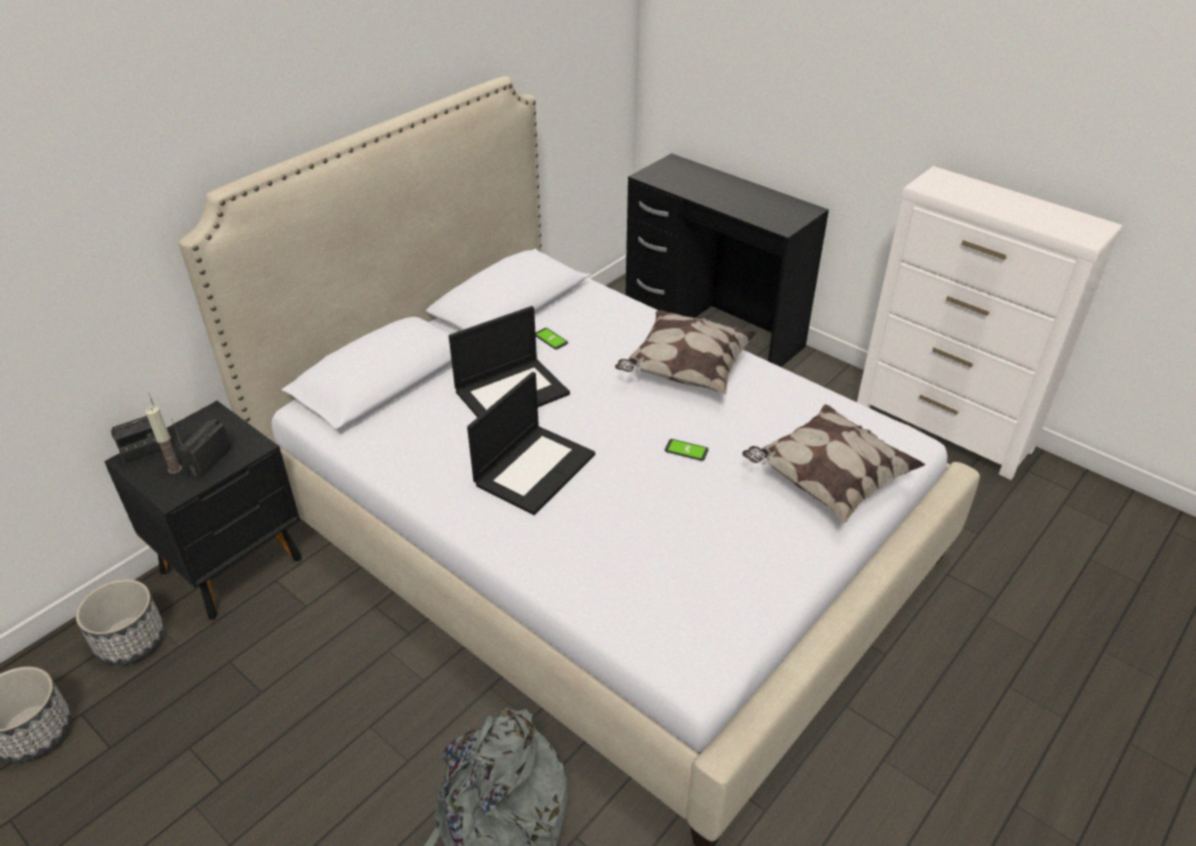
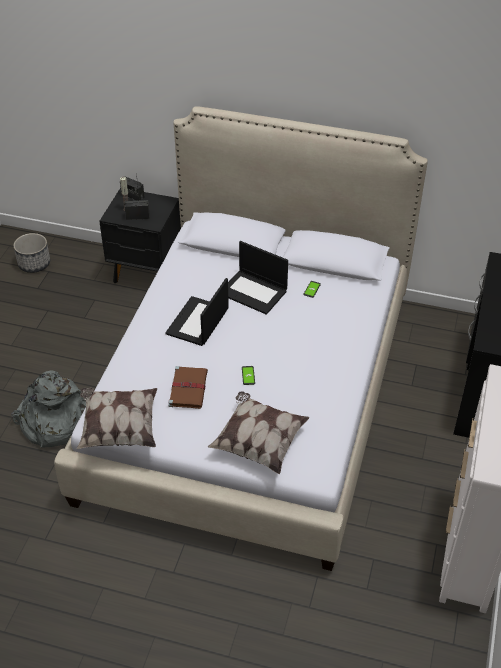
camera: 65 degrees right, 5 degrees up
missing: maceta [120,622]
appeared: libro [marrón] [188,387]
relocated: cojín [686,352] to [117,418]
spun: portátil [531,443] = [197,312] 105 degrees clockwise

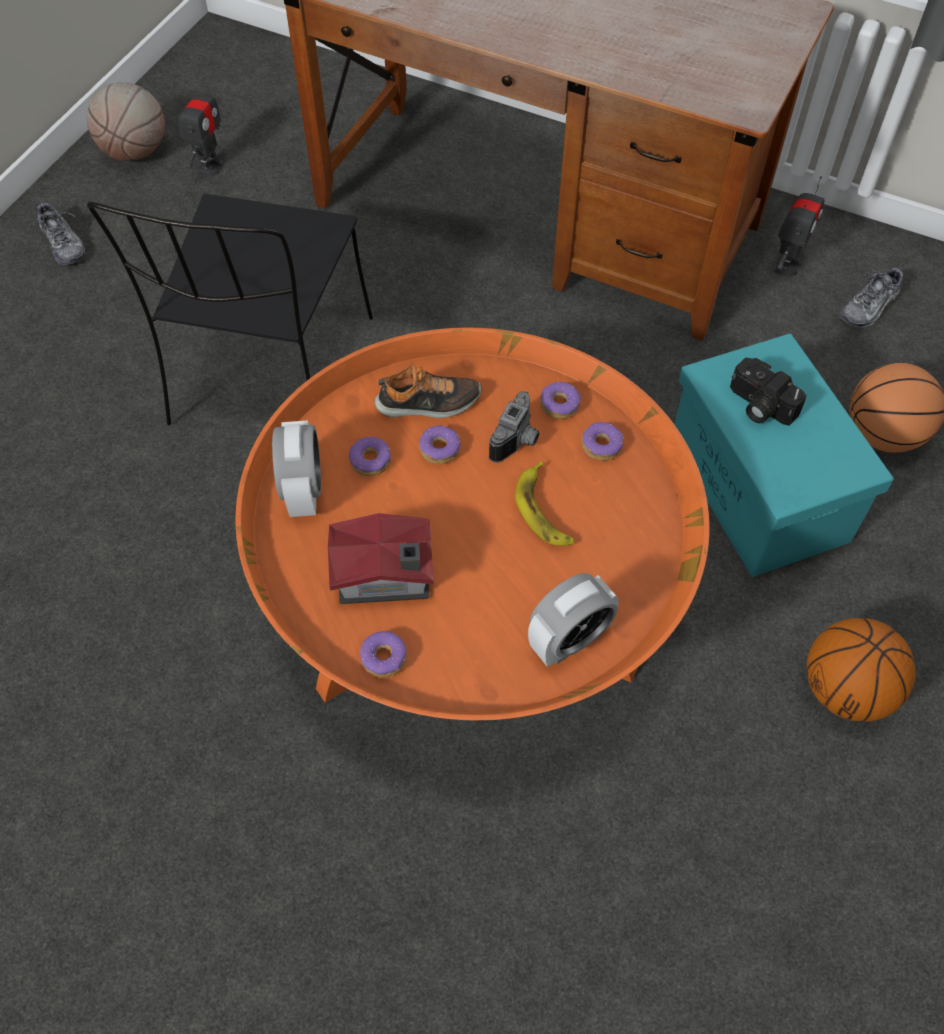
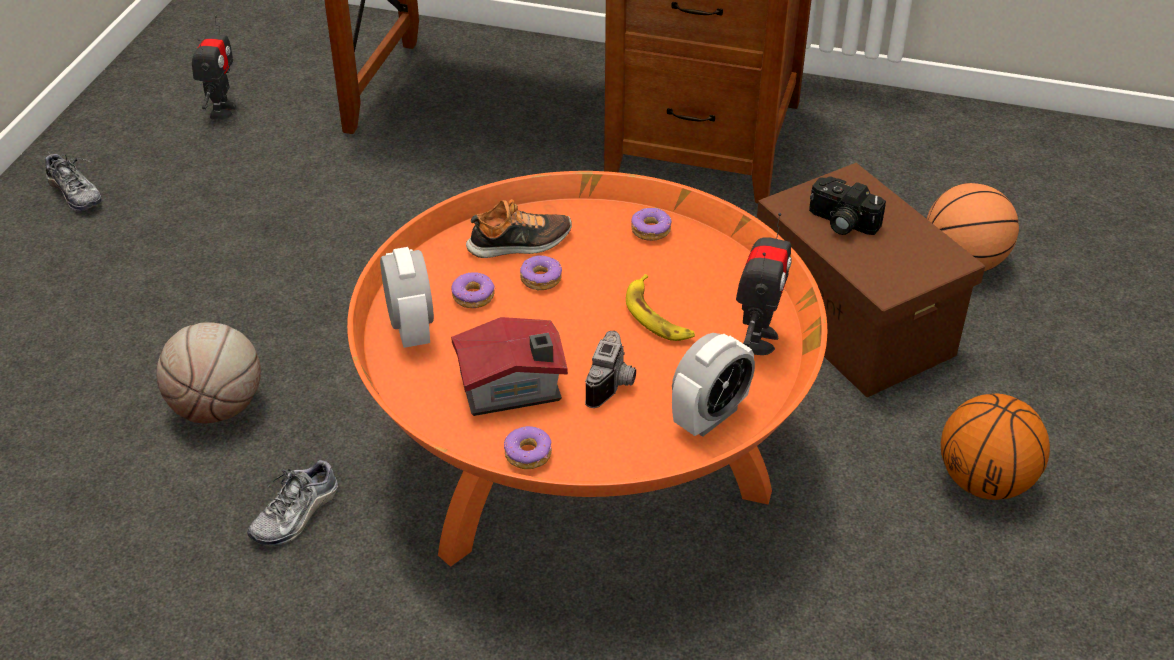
camera: 10 degrees left, 15 degrees down
missing: silla [negro] [230,309]; rosquilla [603,441]
relocated: balón de baloncesto [126,121] to [209,372]; cámara [514,427] to [610,369]; robot de juguete [799,226] to [764,284]; zapato [871,297] to [292,501]
colour: caja de almacenaje [turquesa] [784,455] to caja de almacenaje [marrón] [871,280]

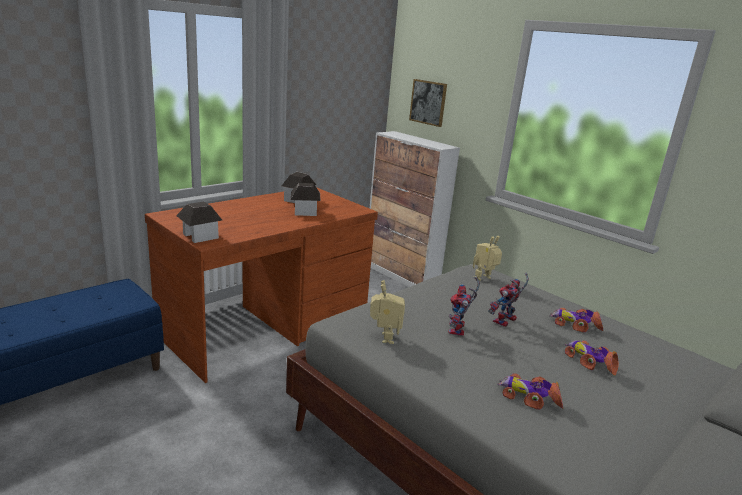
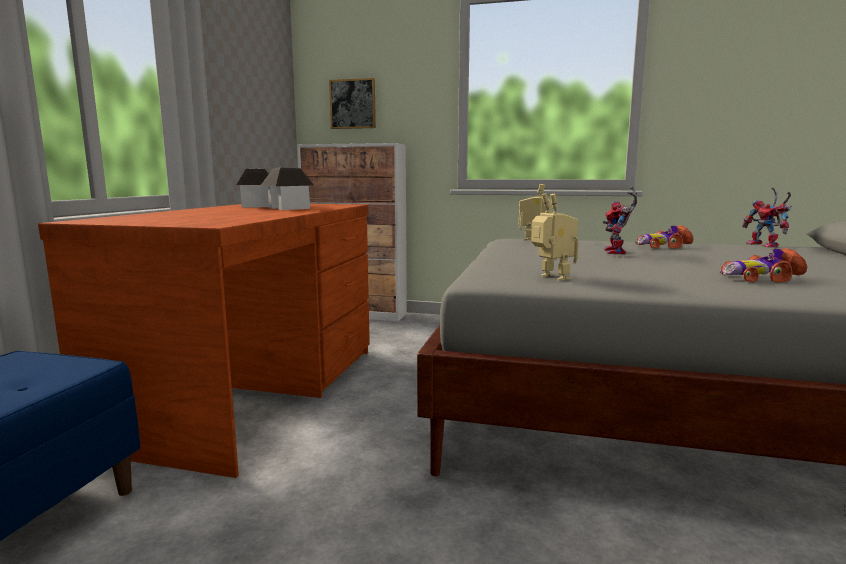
camera: 30 degrees left, 10 degrees down
missing: casita [199,222]; coche de juguete [592,357]
relocated: robot de juguete [464,306] to [767,217]

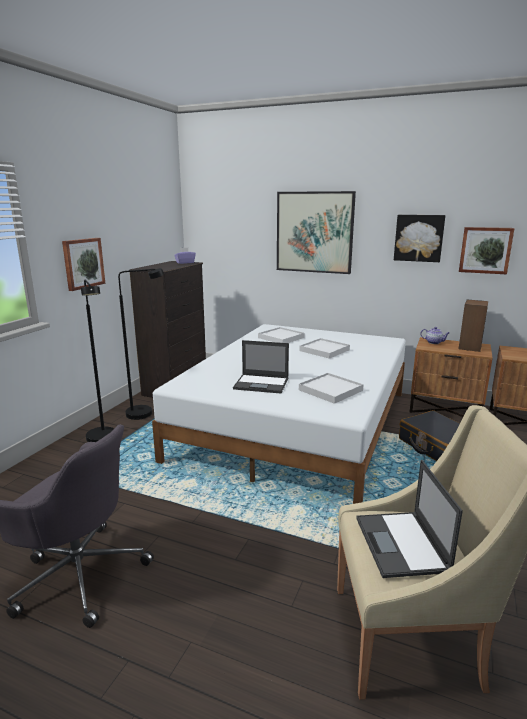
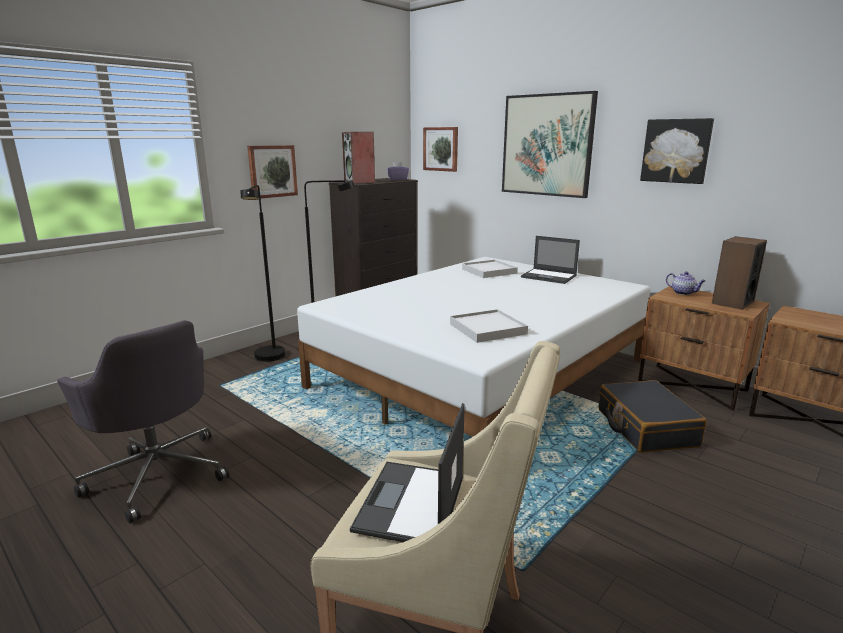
camera: 20 degrees right, 0 degrees up
missing: bandeja [blanco] [324,348]
appeared: altavoz [358,158]
relocated: portátil [261,367] to [550,260]; cuadro [487,250] to [440,149]

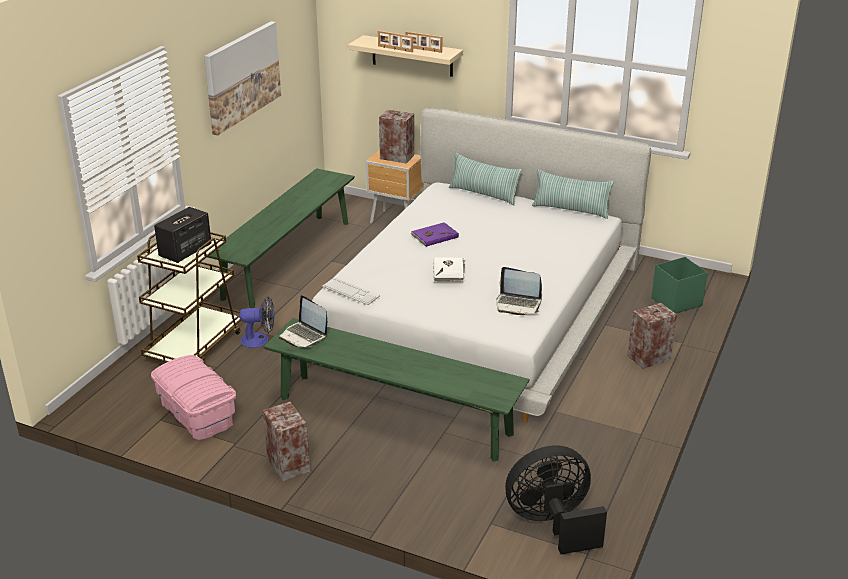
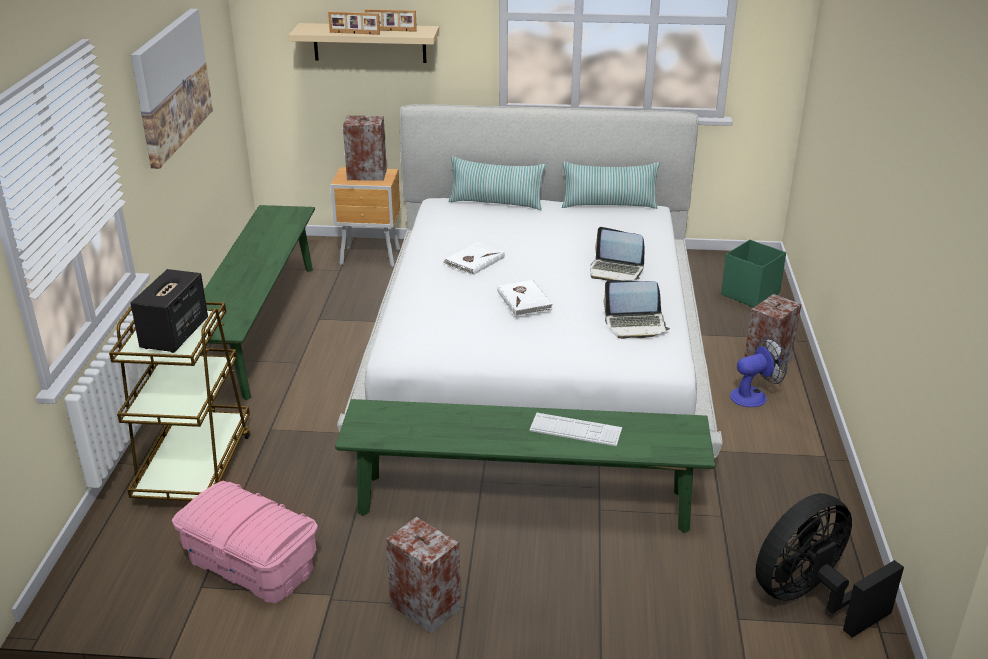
camera: 20 degrees left, 0 degrees up
relocated: ventilador [256,322] to [759,371]; portátil [303,321] to [617,254]; teclado [351,291] to [575,429]
colour: libro [morado] [435,234] to libro [blanco] [474,258]

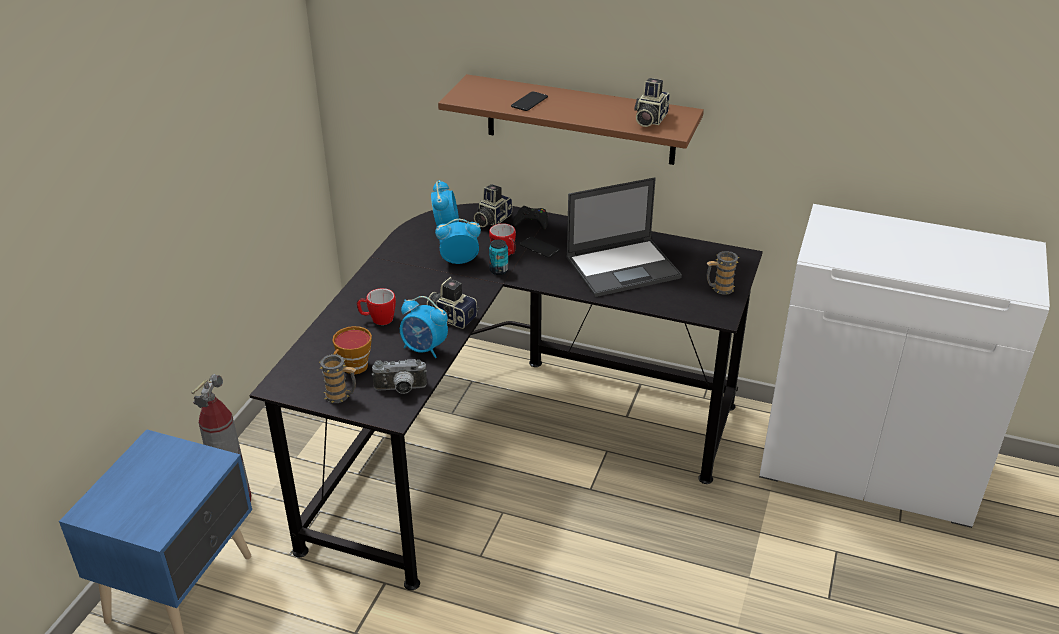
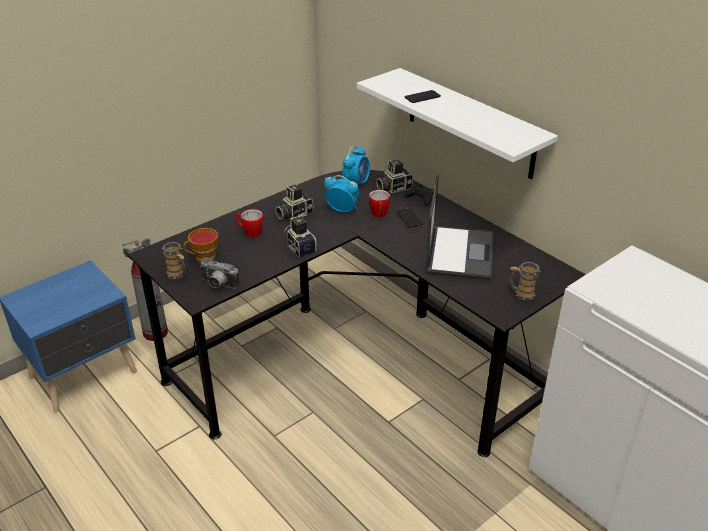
camera: 30 degrees right, 0 degrees up
missing: despertador [424,327]; lata [498,257]
relocated: cámara [652,102] to [294,202]
colour: estante [marrón] [571,119] to estante [blanco] [457,123]
spun: portátil [624,237] = [459,227] 90 degrees counterclockwise

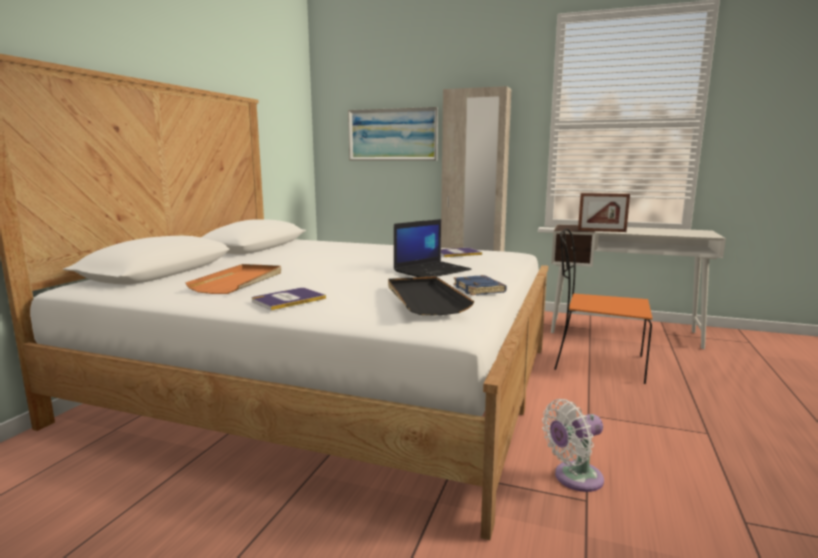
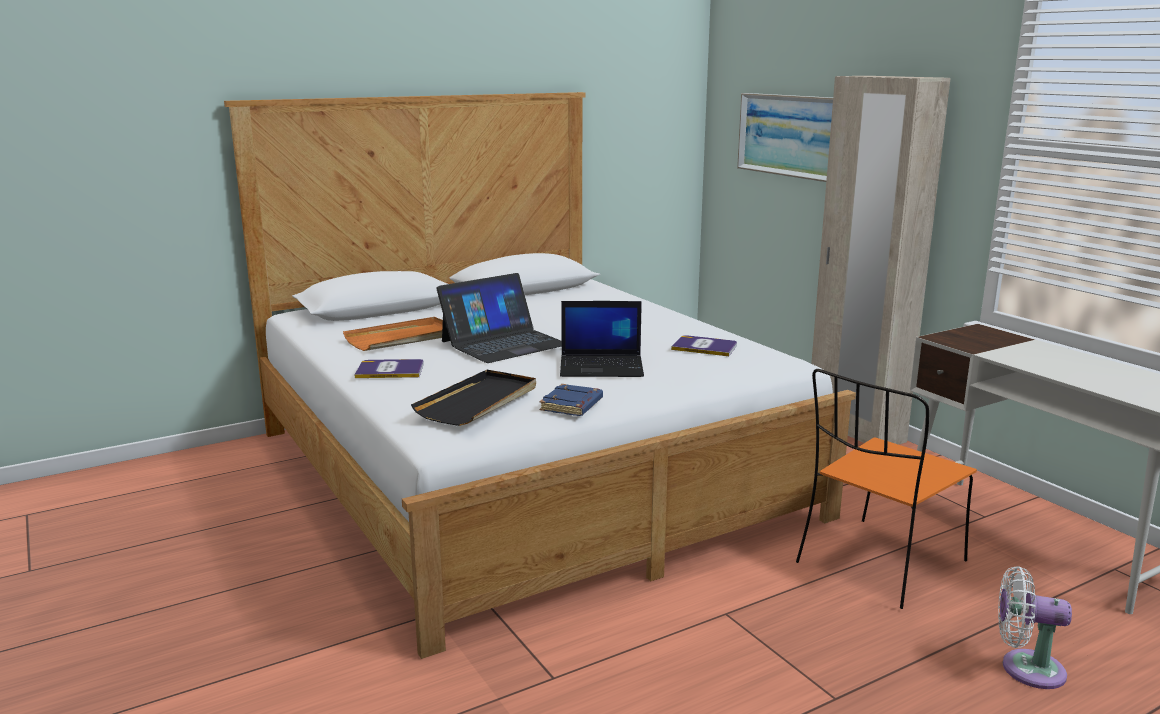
camera: 40 degrees right, 5 degrees up
missing: portarretratos [604,212]
appeared: portátil [499,318]
relocated: ventilador [blanco] [573,445] to [1035,627]
spun: silla [naranja] [603,306] = [886,489] 105 degrees counterclockwise

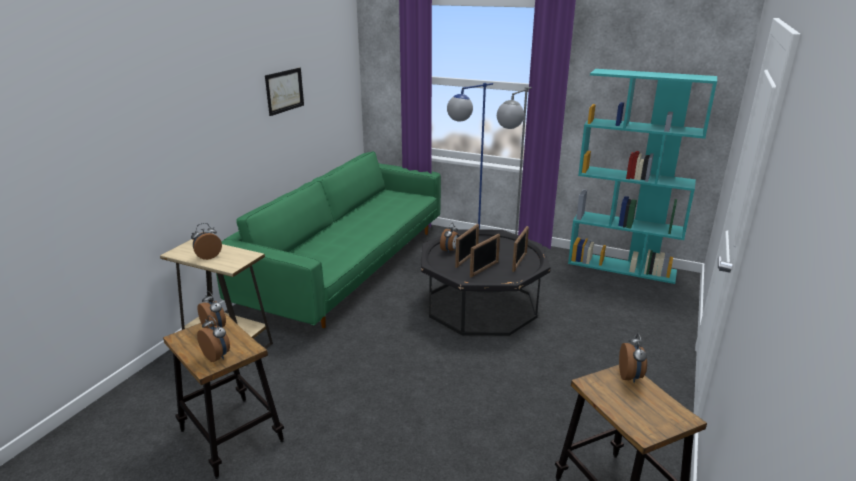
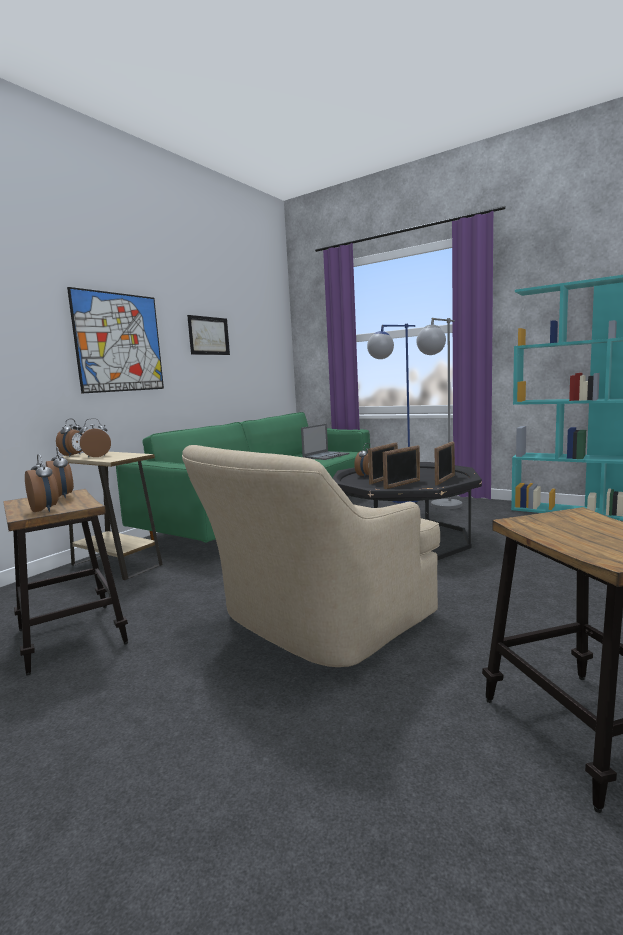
camera: 10 degrees right, 15 degrees down
appeared: cuadro [115,340]; sillón [beis] [311,556]; portátil [325,442]
relocated: despertador [633,358] to [69,438]

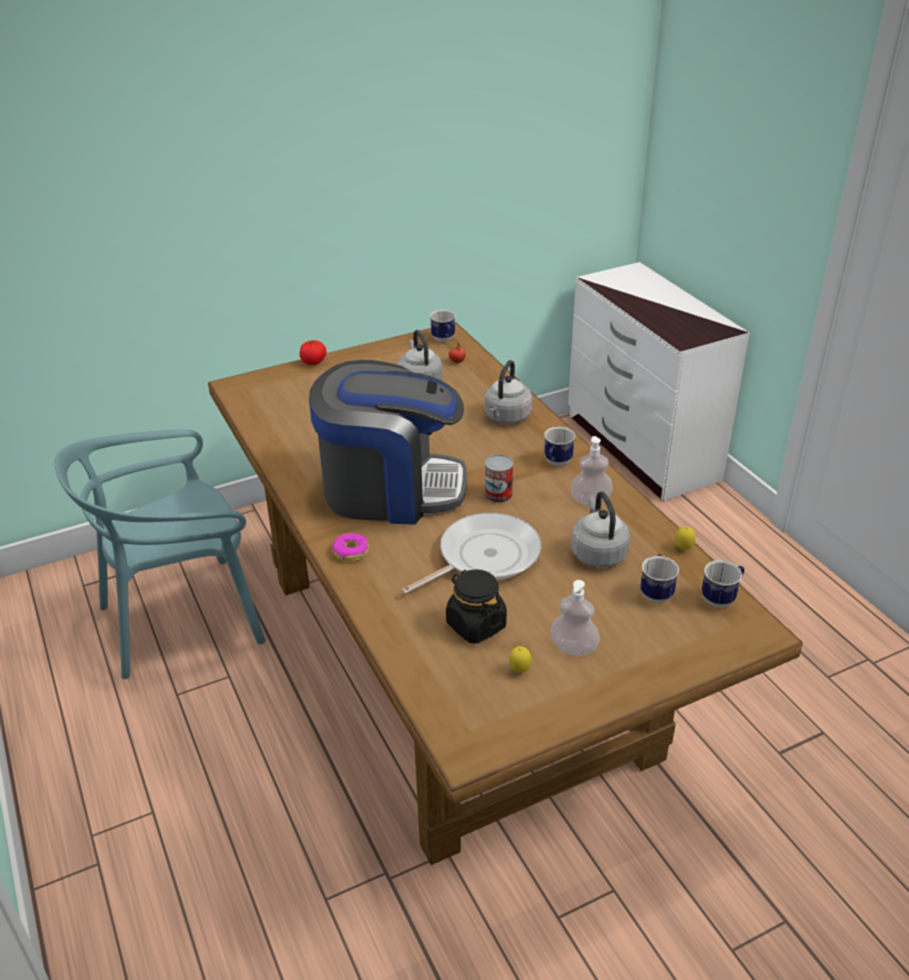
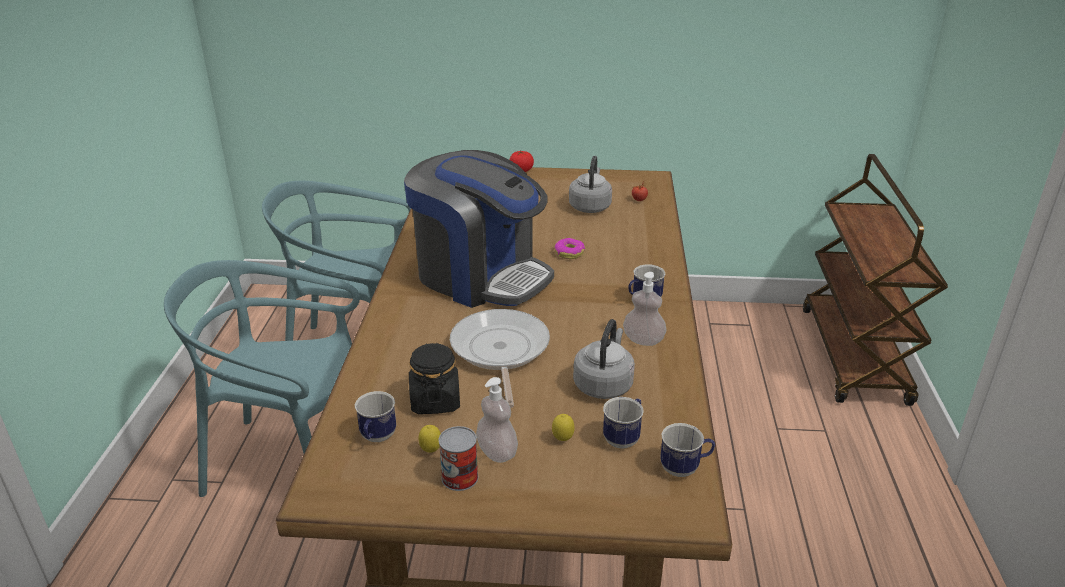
camera: 30 degrees right, 5 degrees down
missing: hervidor [gris] [508,392]
appeared: silla [turquesa] [262,378]
relocated: rosquilla [350,547] to [569,248]; taza grande [442,326] to [375,416]; lata [499,478] to [458,458]; limón [685,538] to [563,427]
exchanged: cómoda [blanco] [659,381] to carrito [marrón] [875,280]
spun: sartén [471,553] = [500,358] 90 degrees counterclockwise

